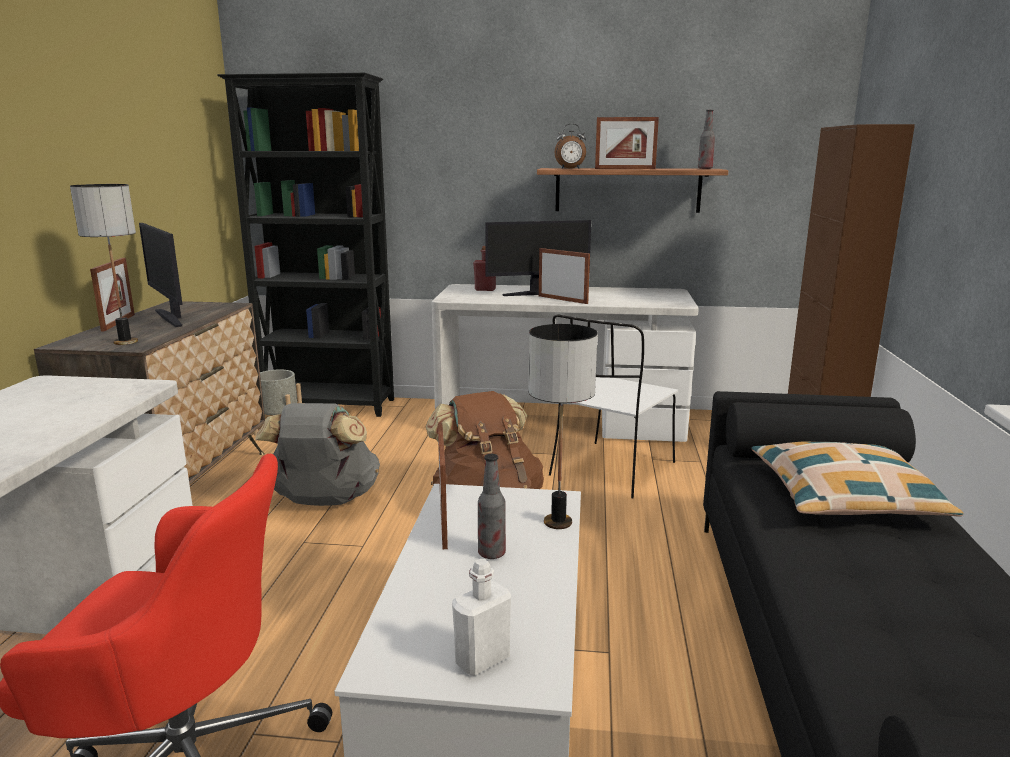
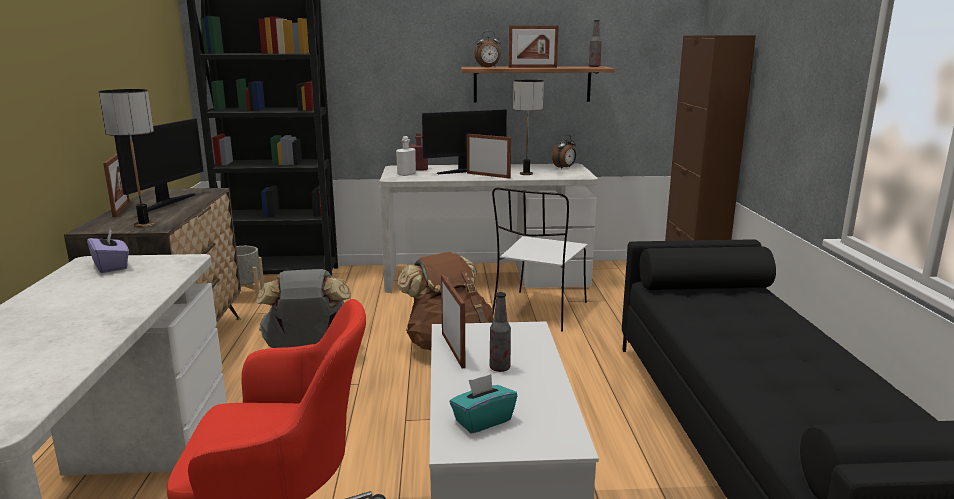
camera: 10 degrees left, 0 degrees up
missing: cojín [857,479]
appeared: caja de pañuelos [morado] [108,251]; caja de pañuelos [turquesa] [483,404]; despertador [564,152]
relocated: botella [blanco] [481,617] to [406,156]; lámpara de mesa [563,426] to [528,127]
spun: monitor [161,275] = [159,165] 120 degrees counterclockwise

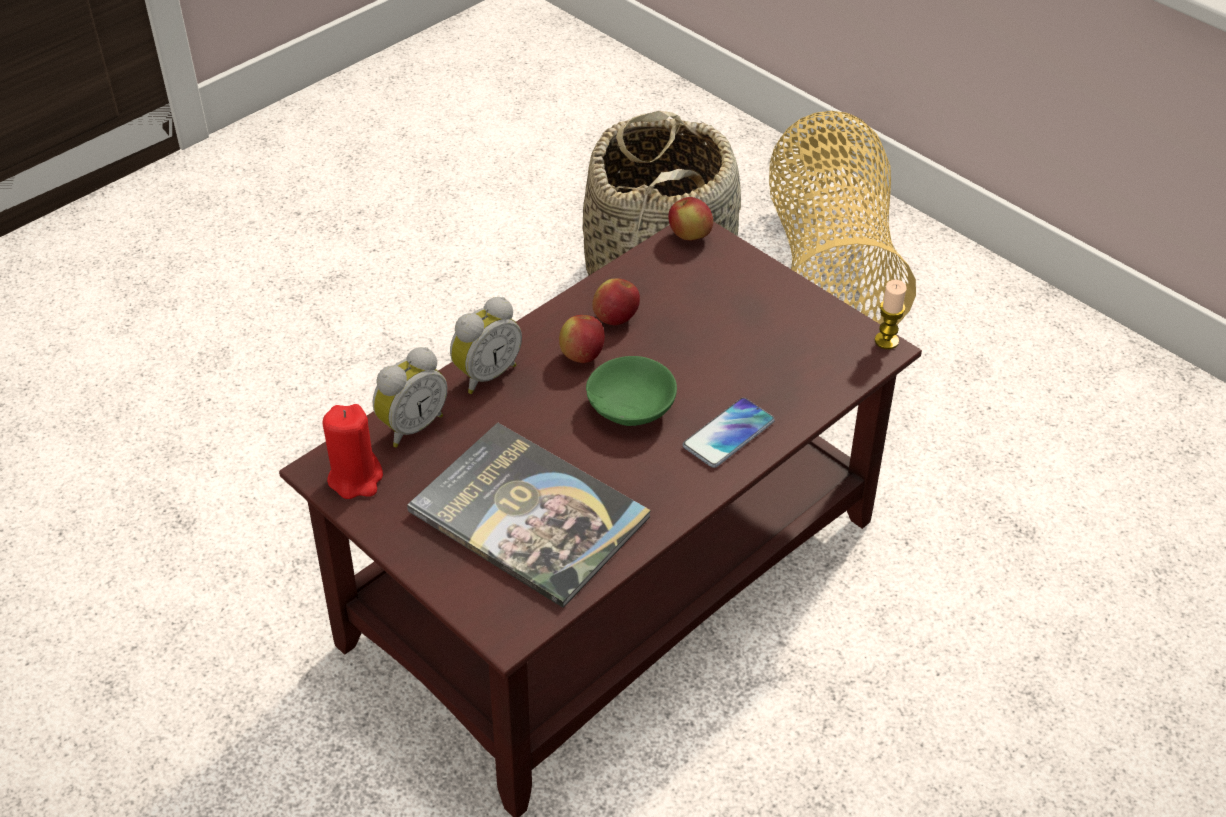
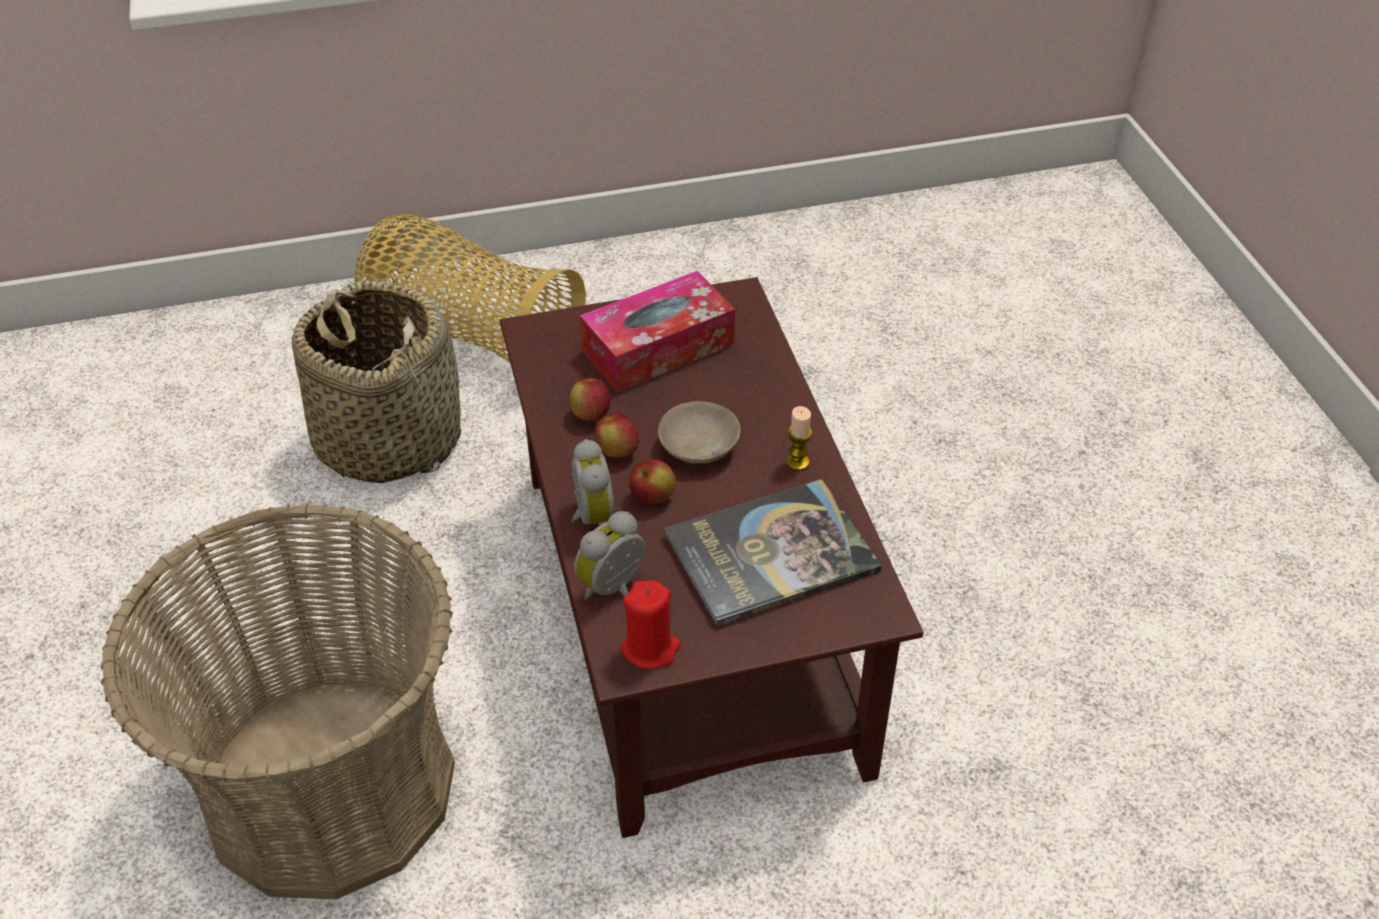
camera: 60 degrees left, 0 degrees up
missing: móvil [729,433]
appeared: cesta [278,701]; caja de pañuelos [657,331]
relocated: manzana [690,218] to [652,481]; vela [891,314] to [799,438]
colour: cuenco [verde] [631,391] to cuenco [beis] [699,432]
spun: despertador [410,397] = [610,555] 120 degrees counterclockwise

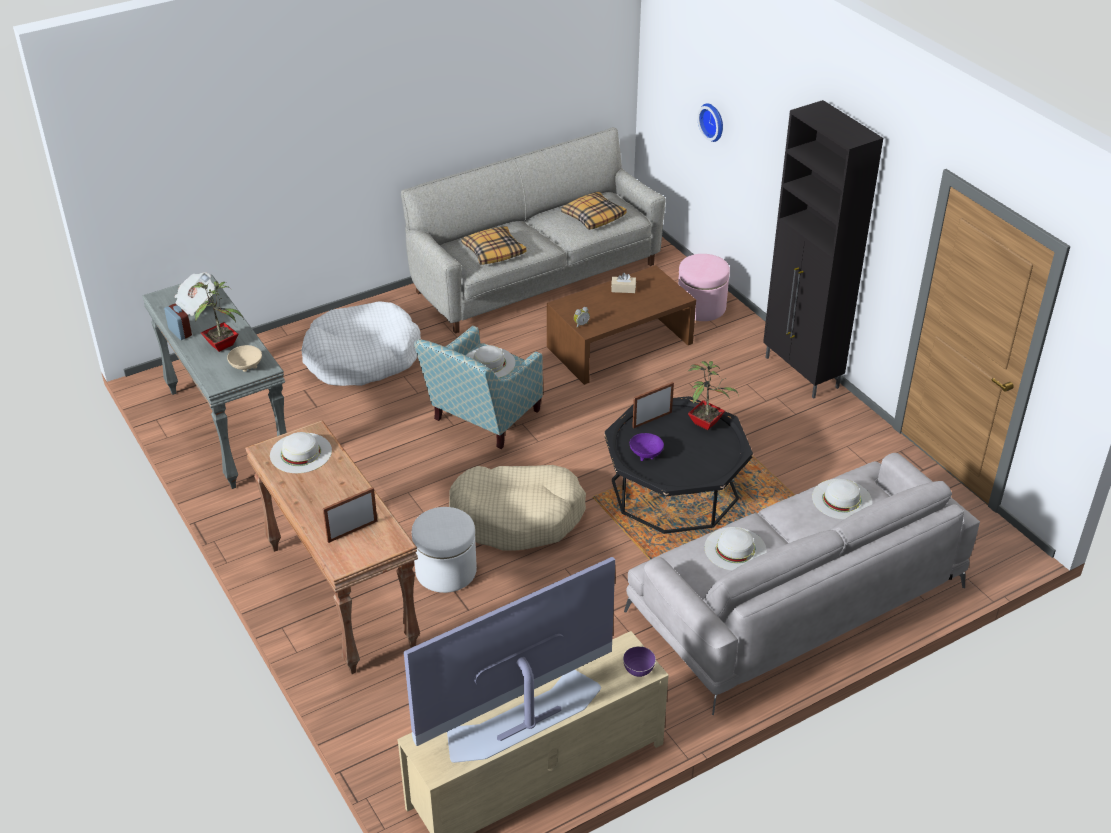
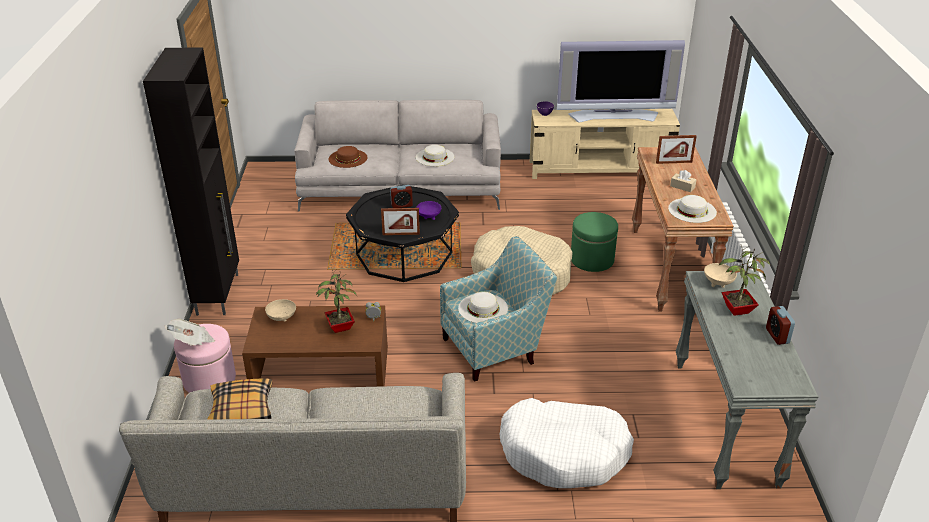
camera: 150 degrees left, 5 degrees down
missing: cojín [493,245]; reloj de pared [710,122]
appeared: cuenco [beis] [280,310]; despertador [401,196]
relocated: periódico [195,294] to [190,332]; caja de pañuelos [beis] [623,283] to [683,181]; planta en maceta [713,395] to [336,301]
colour: puf [blanco] [444,550] to puf [verde] [594,242]; sombrero [blanco] [842,499] to sombrero [marrón] [348,157]

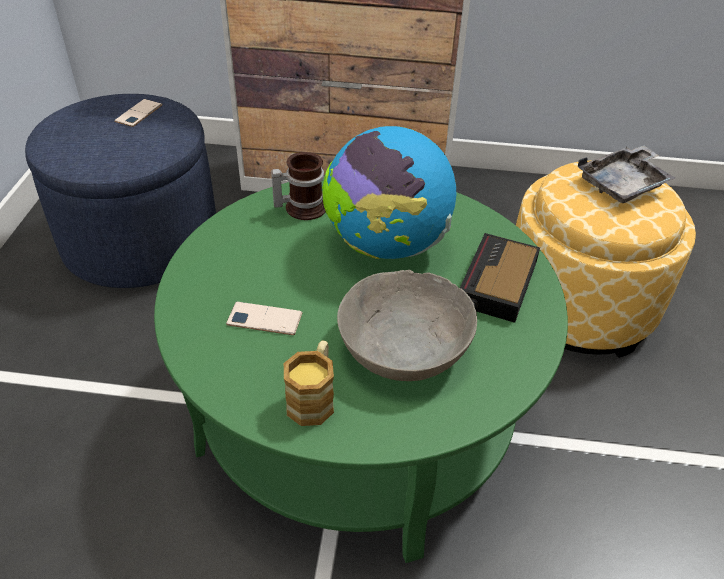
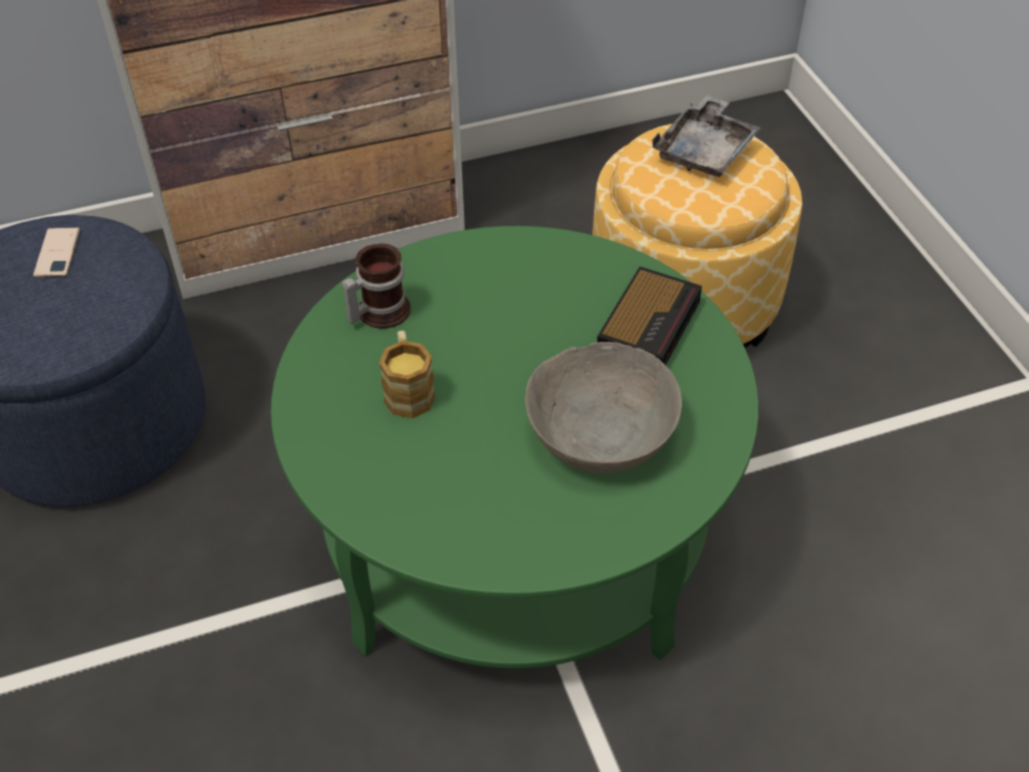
camera: 25 degrees left, 5 degrees up
missing: móvil [264,318]; globo terráqueo [389,192]
relocated: taza grande [309,383] to [407,374]
spun: despertador [500,278] = [649,315] 150 degrees counterclockwise

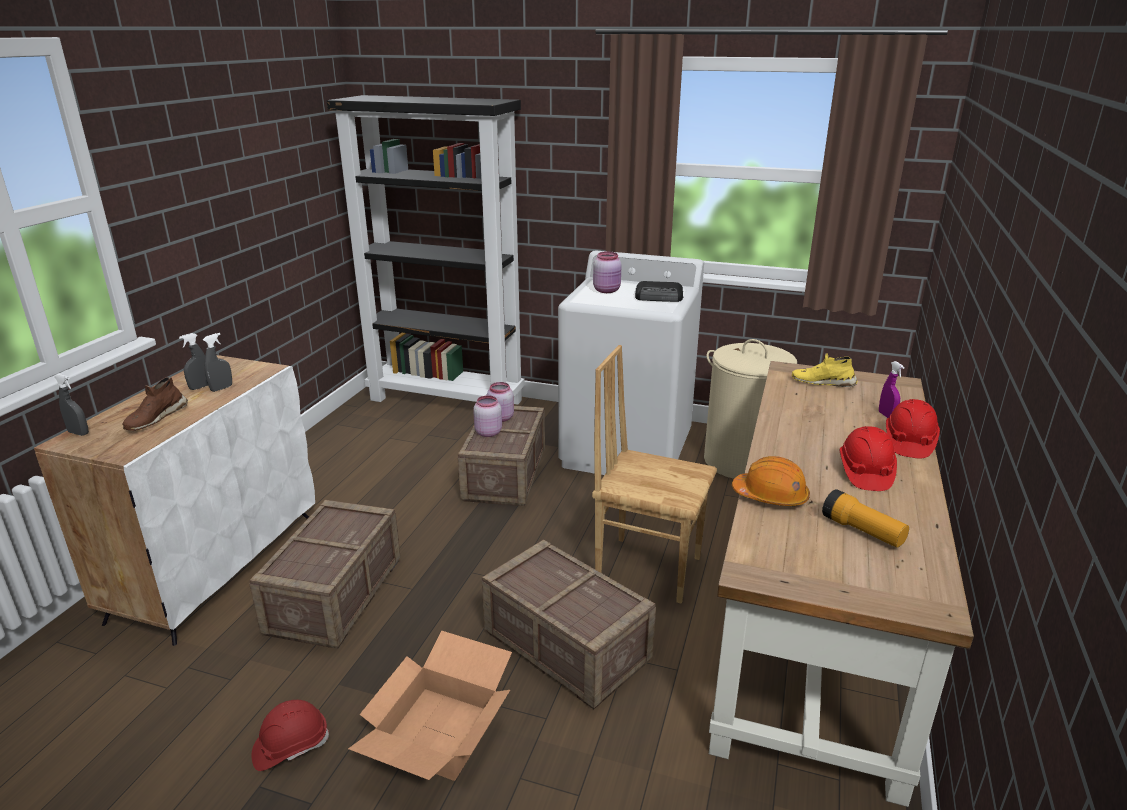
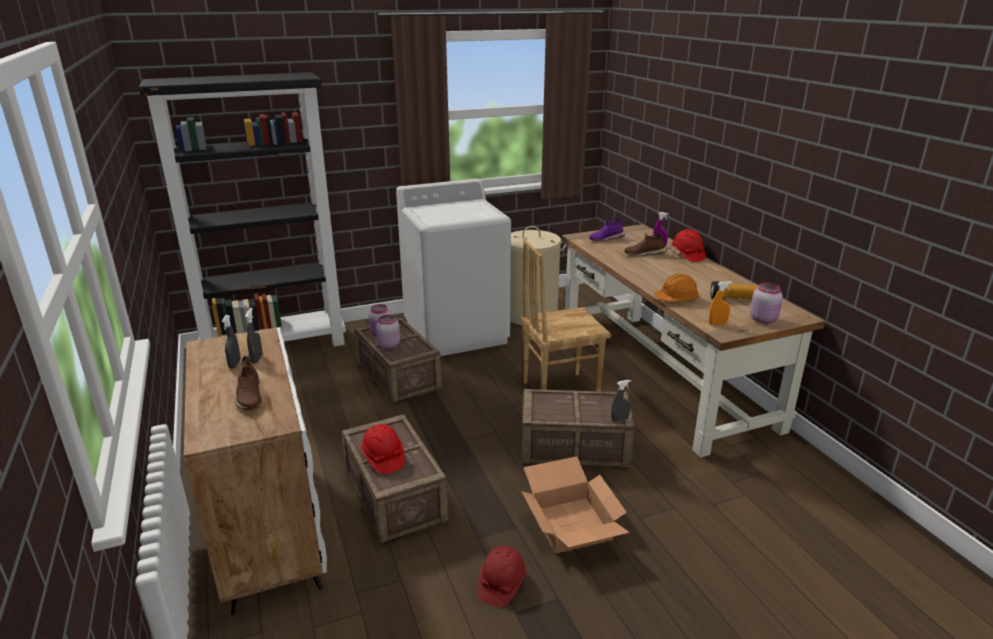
camera: 40 degrees left, 0 degrees up
missing: radio [659,291]
appeared: zapato [marrón] [645,245]; pulverizador [naranja] [720,303]
relocated: pulverizador [gris] [71,405] to [621,401]; tarro [rosa] [607,272] to [766,303]; casco [rojo] [868,458] to [382,449]
colour: zapato [amarillo] [824,370] to zapato [morado] [607,229]

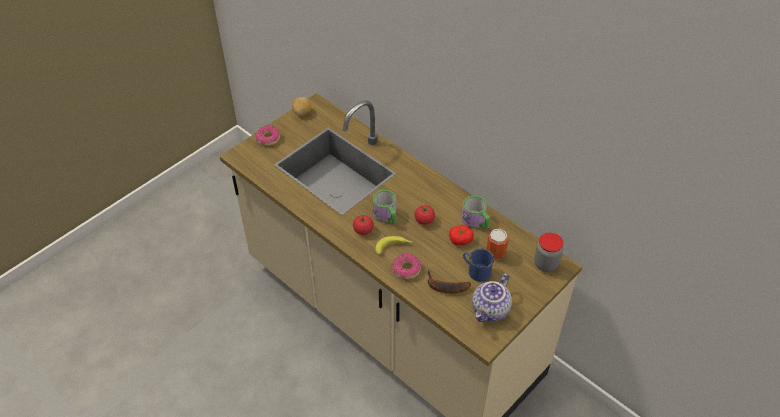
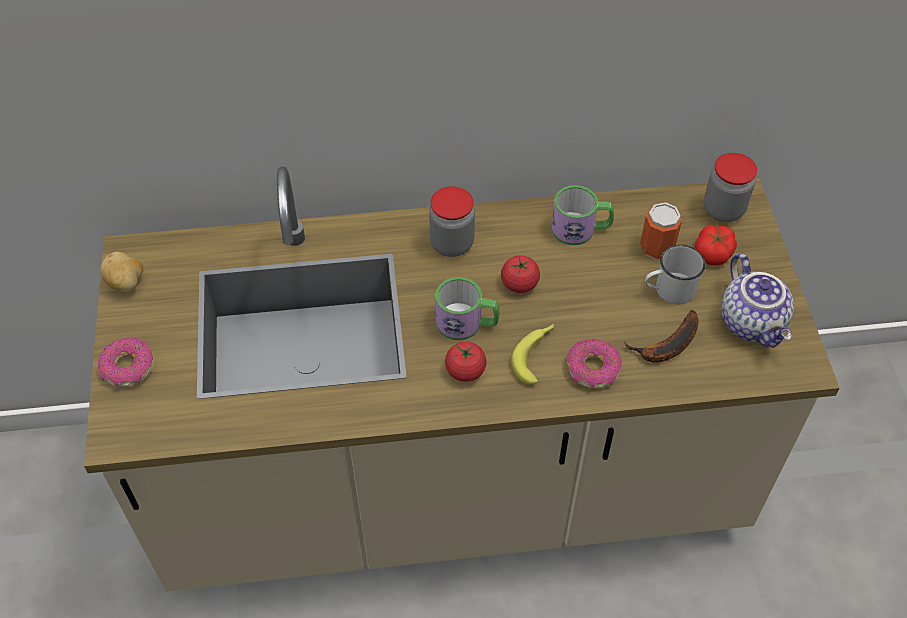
camera: 50 degrees left, 5 degrees up
appeared: tarro [452,221]
relocated: tomate [461,235] to [716,245]
colour: taza grande [azul] [478,265] to taza grande [blanco] [675,274]

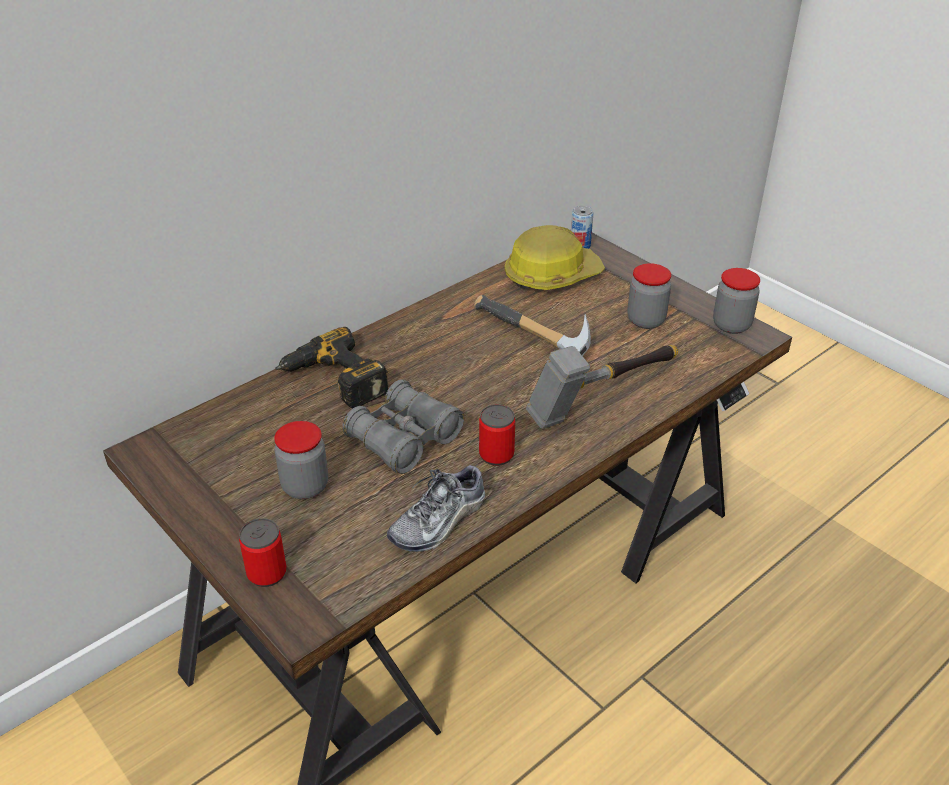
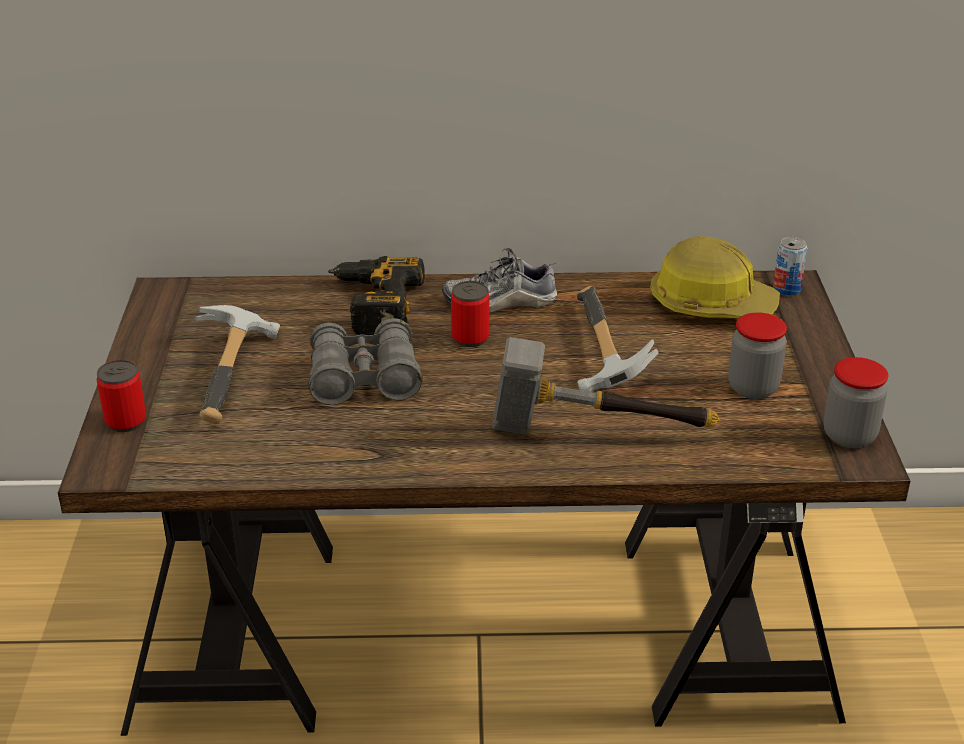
camera: 40 degrees right, 5 degrees down
relocated: zapato [436,507] to [499,280]; lata [497,435] to [470,314]
exchanged: tarro [301,460] to martillo [237,364]

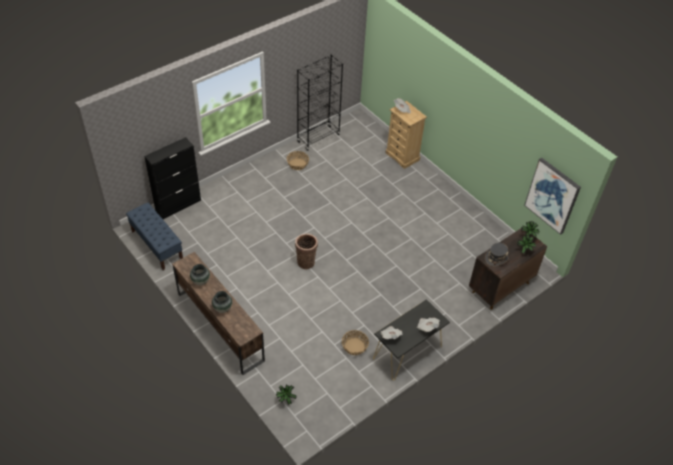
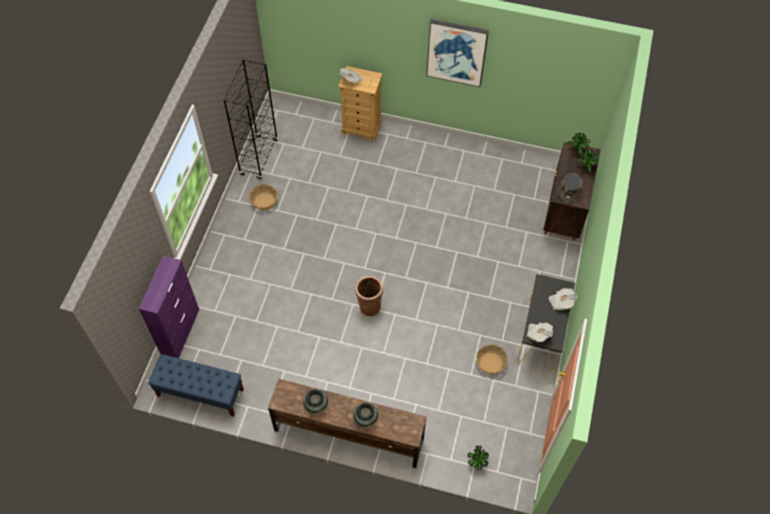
camera: 35 degrees left, 10 degrees up
relocated: cuadro [552,196] to [457,53]
colour: armario [negro] [172,178] to armario [morado] [169,307]

